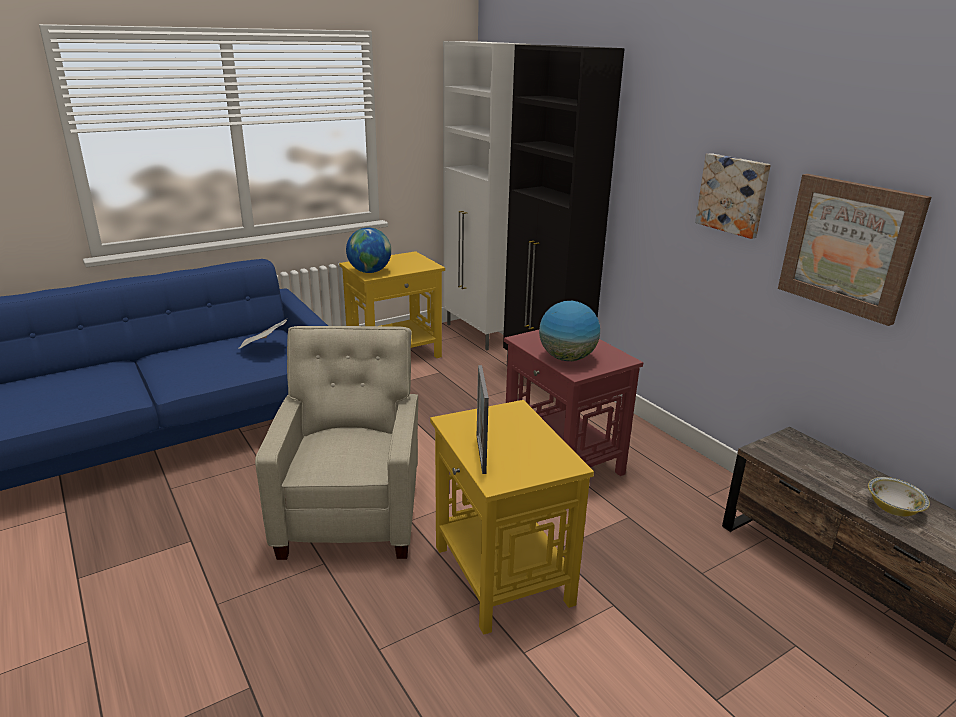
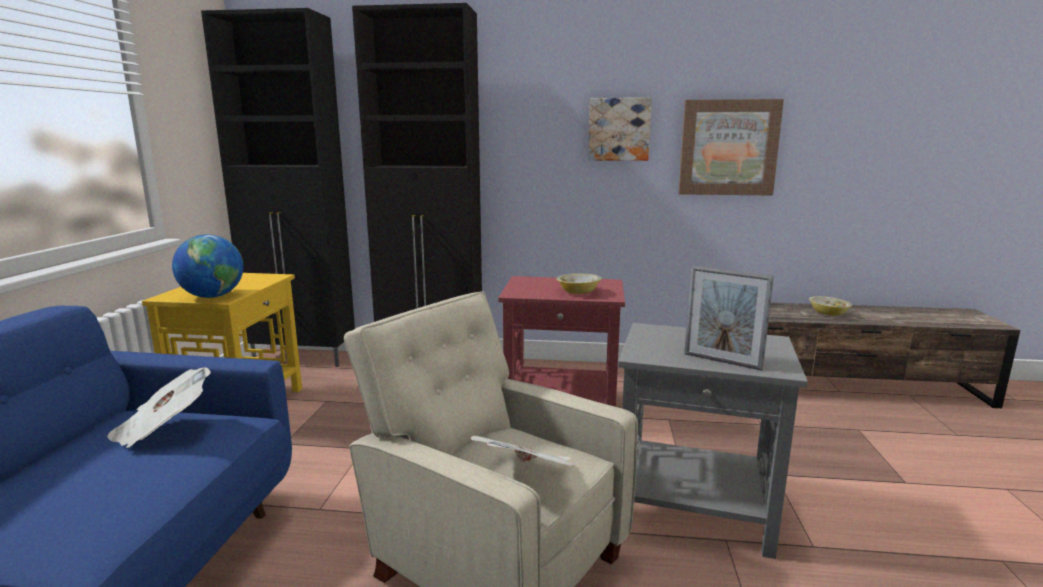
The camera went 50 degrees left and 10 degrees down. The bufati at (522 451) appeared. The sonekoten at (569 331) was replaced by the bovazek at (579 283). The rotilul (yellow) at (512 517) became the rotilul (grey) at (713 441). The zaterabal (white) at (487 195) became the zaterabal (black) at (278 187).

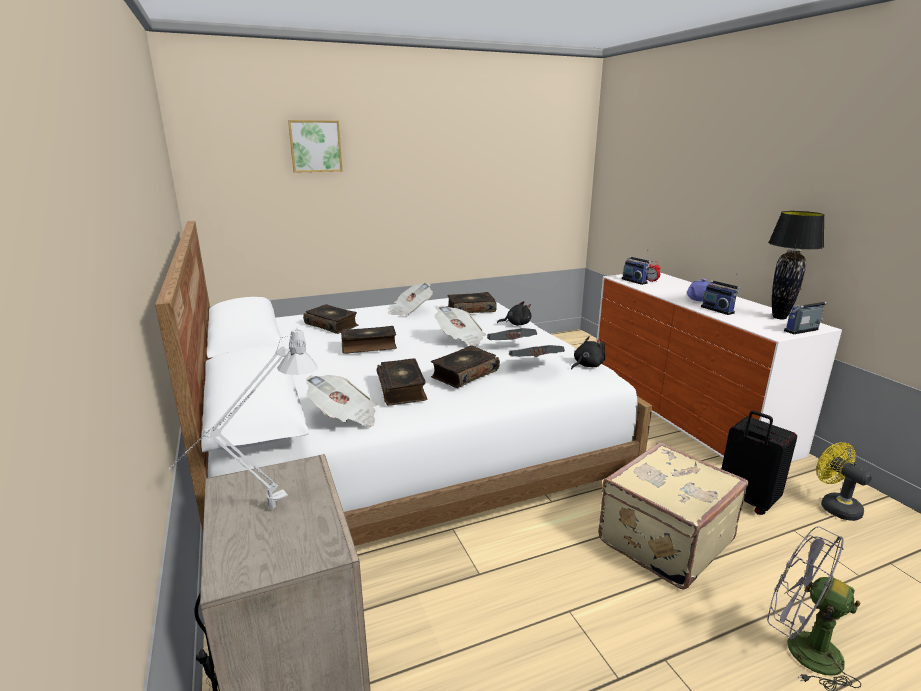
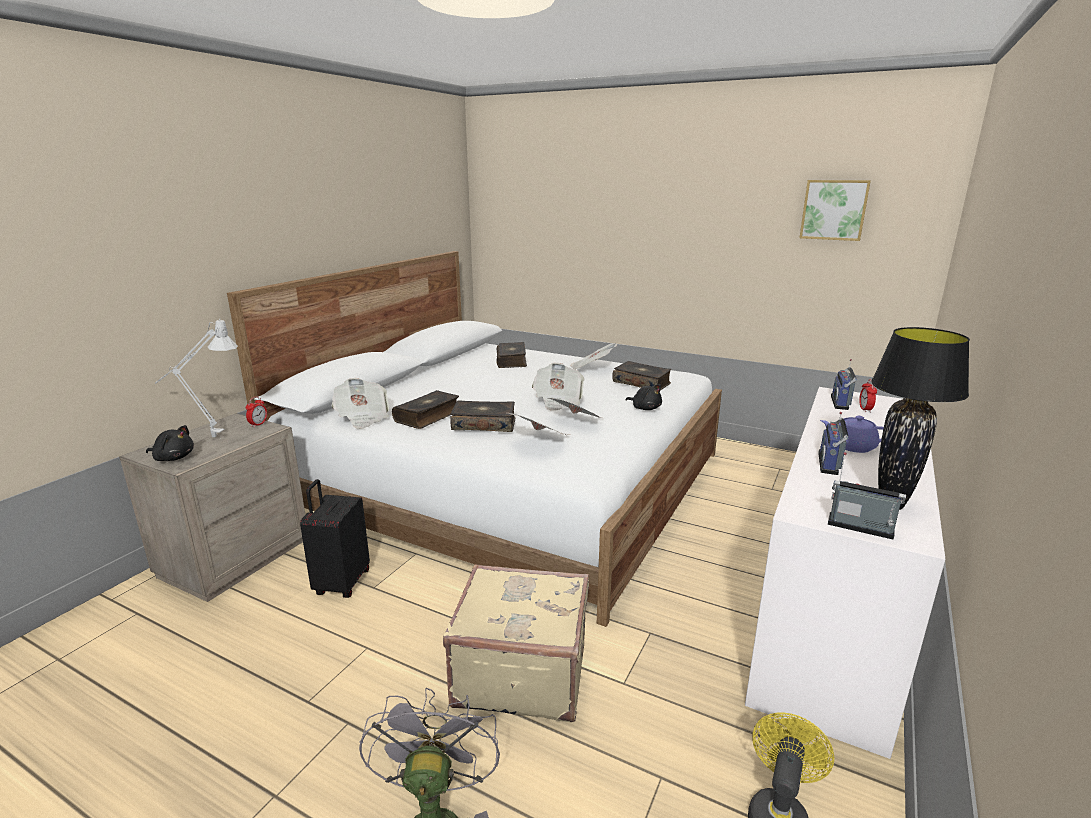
The camera went 50 degrees right and 0 degrees up. The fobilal at (369 340) disappeared. The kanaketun at (256 412) appeared. The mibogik moved from (315 146) to (835 210). The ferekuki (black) moved from (588 353) to (170 443). The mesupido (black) moved from (759 462) to (335 538).

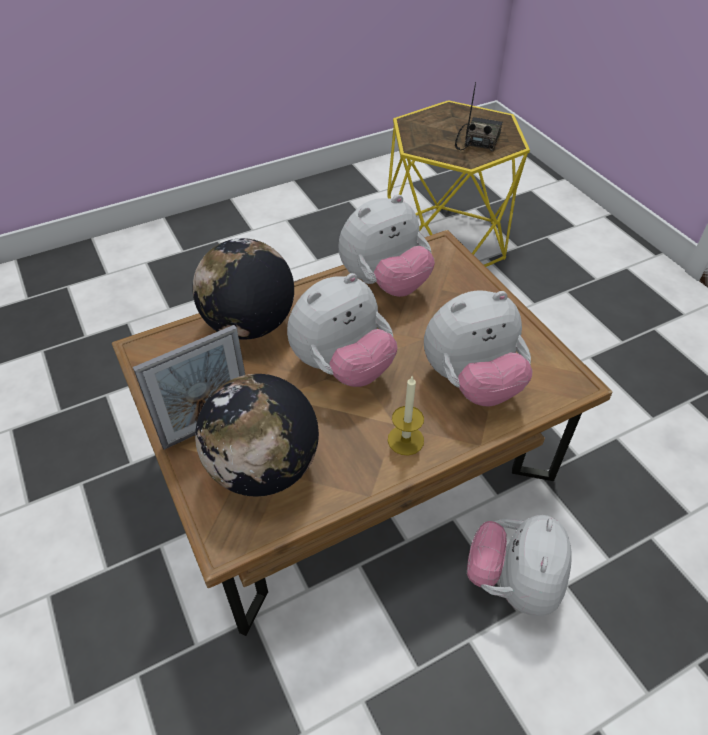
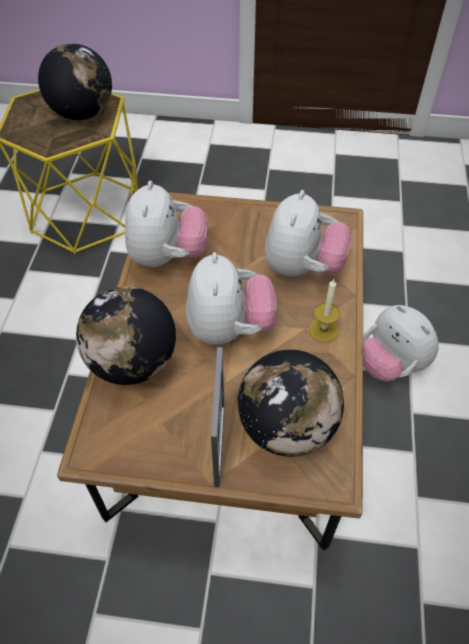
The camera went 55 degrees left and 5 degrees up. The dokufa at (478 116) was replaced by the sonekoten at (75 81).

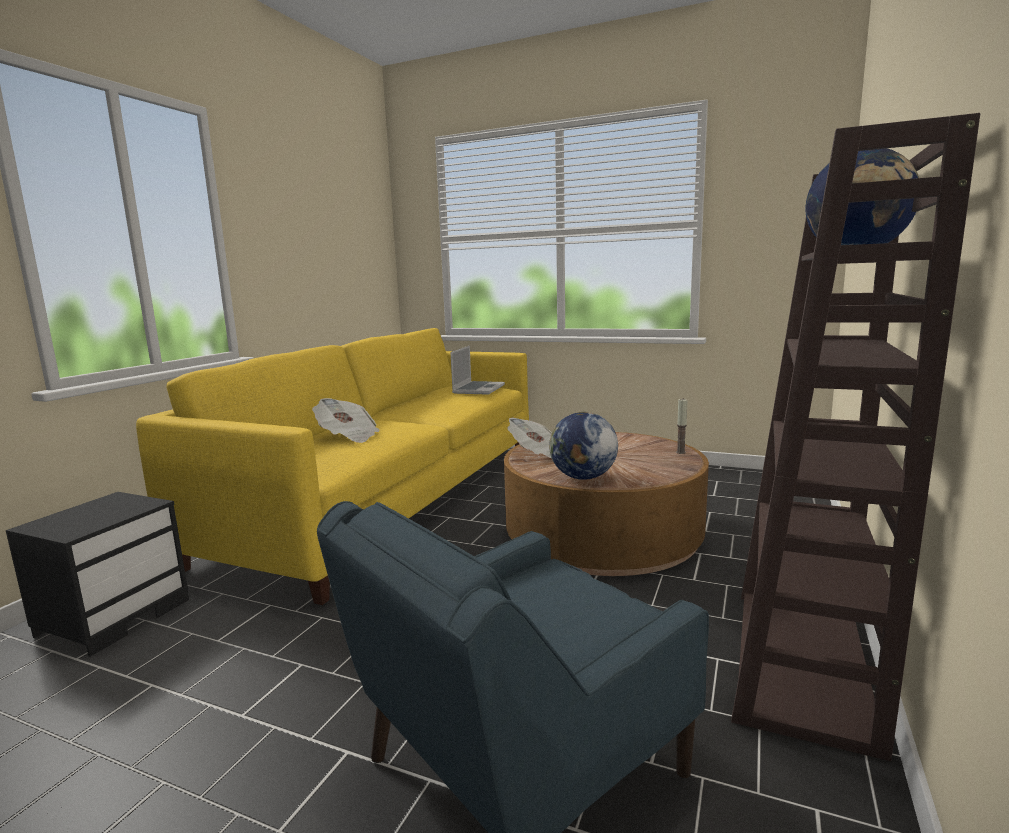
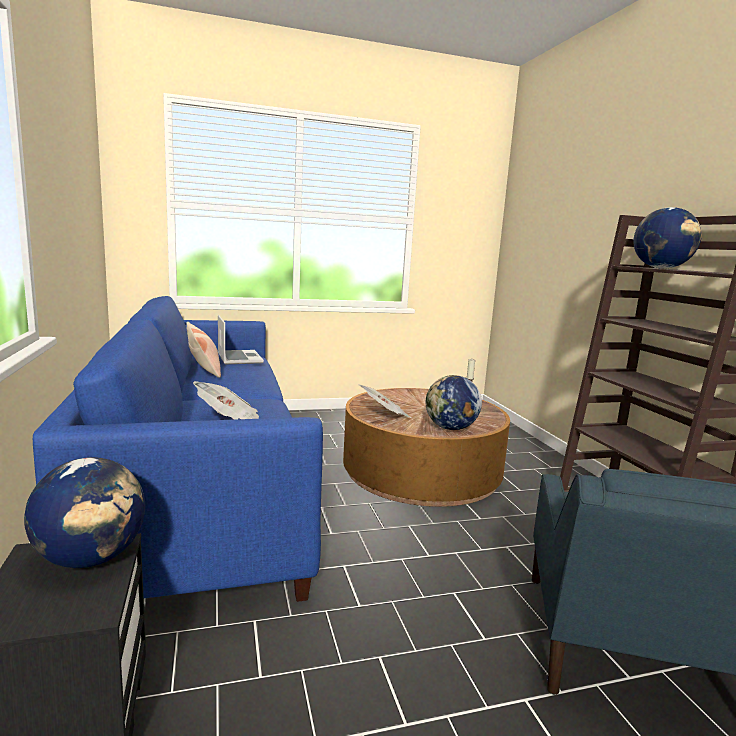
The camera went 40 degrees left and 0 degrees up. The sonekoten at (84 512) appeared. The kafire at (203 350) appeared. The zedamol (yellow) at (332 466) became the zedamol (blue) at (178 449).

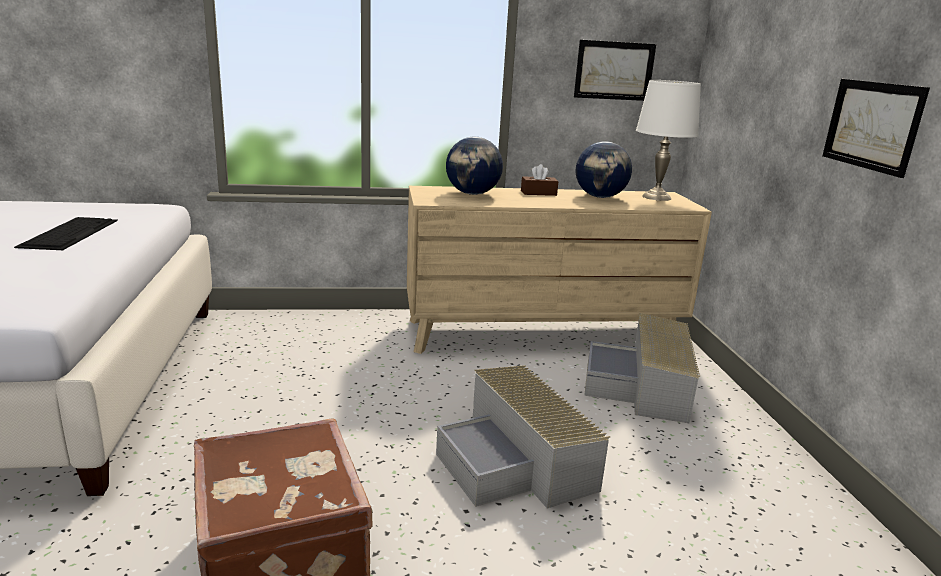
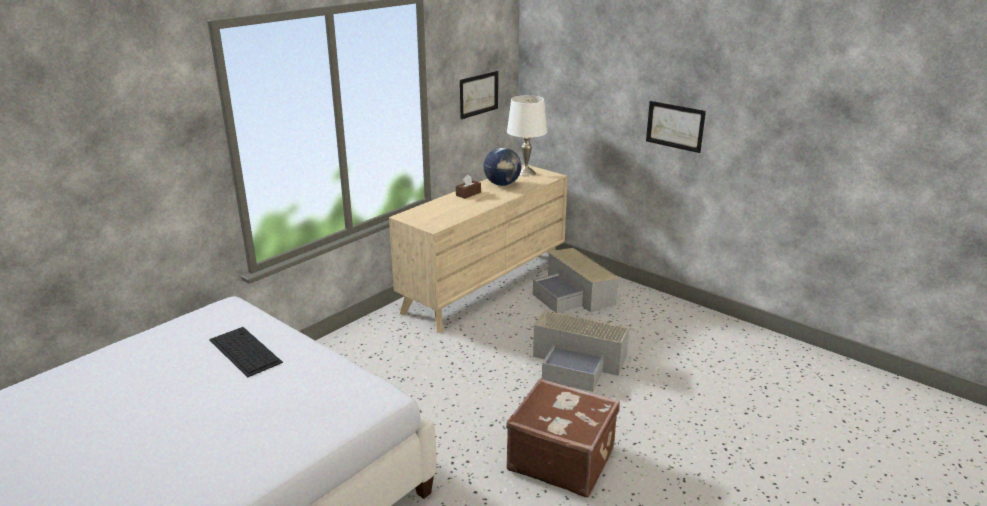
The camera went 40 degrees left and 5 degrees up. The sonekoten at (474 166) disappeared.

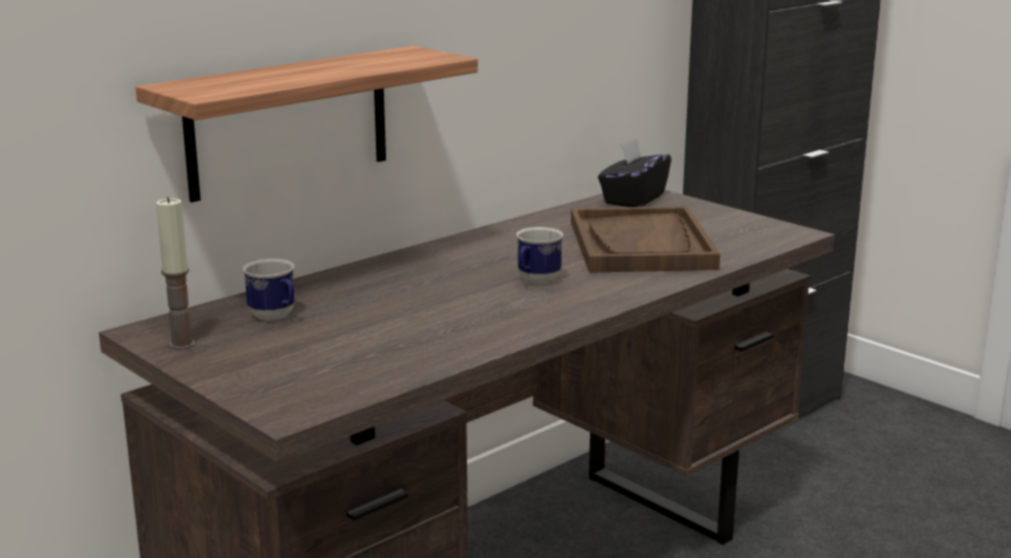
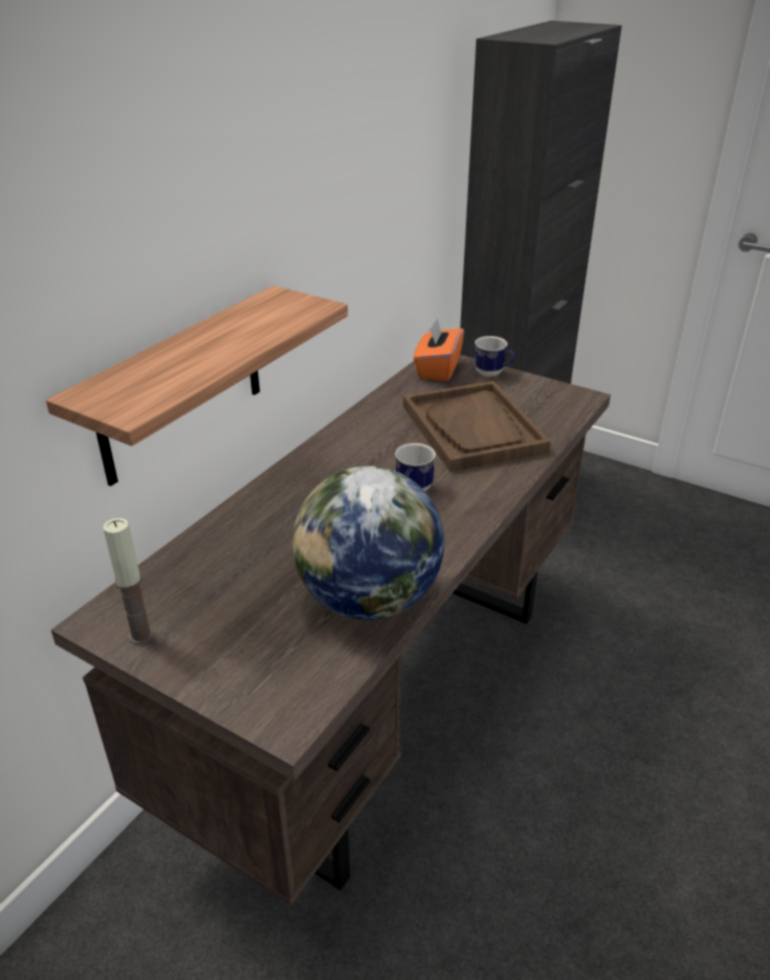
The camera went 15 degrees left and 15 degrees up. The sonekoten at (368 543) appeared. The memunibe moved from (269 290) to (494 356). The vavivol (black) at (634 172) became the vavivol (orange) at (438 349).

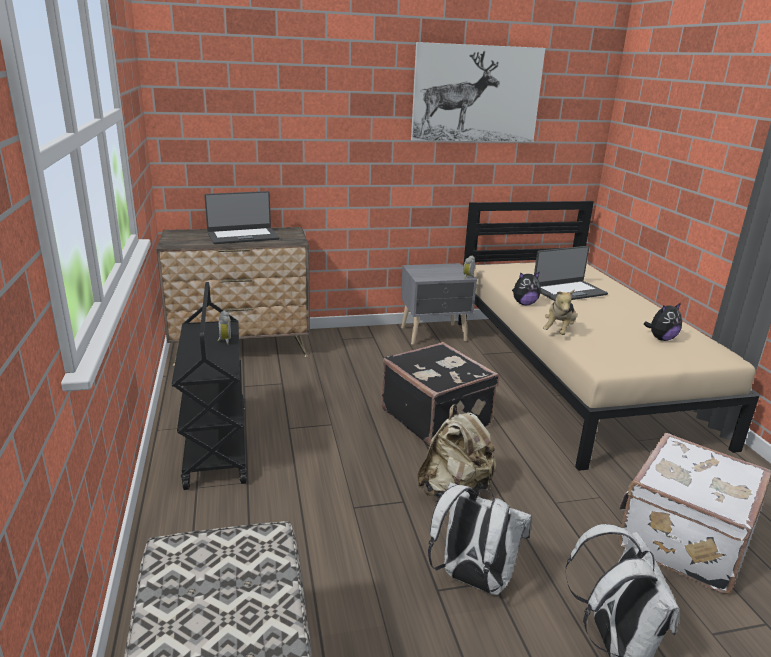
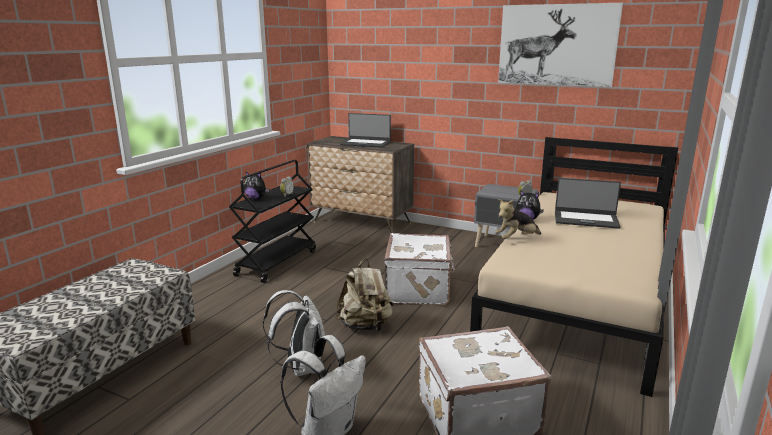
The camera went 40 degrees right and 5 degrees down. The ferekuki moved from (663 322) to (256 185). The mesupido (black) at (440 394) became the mesupido (white) at (419 269).

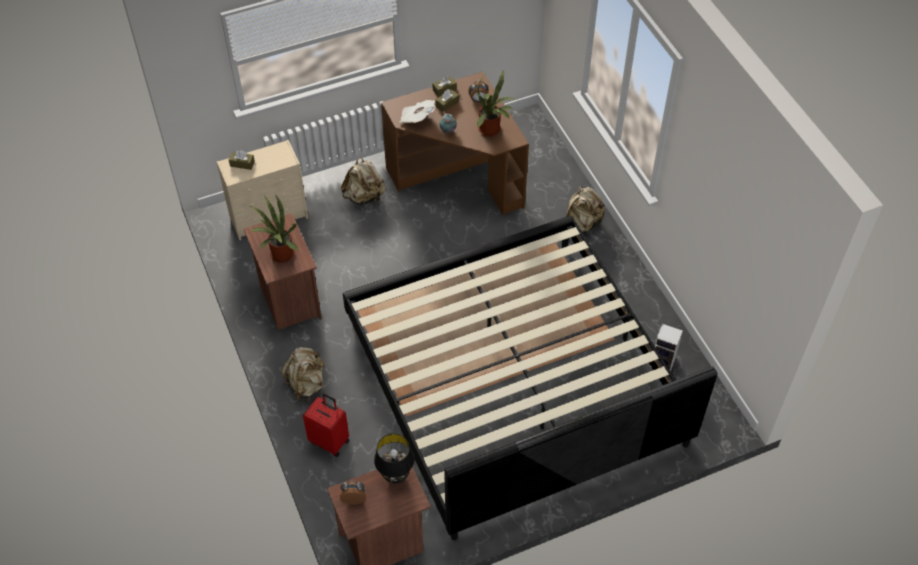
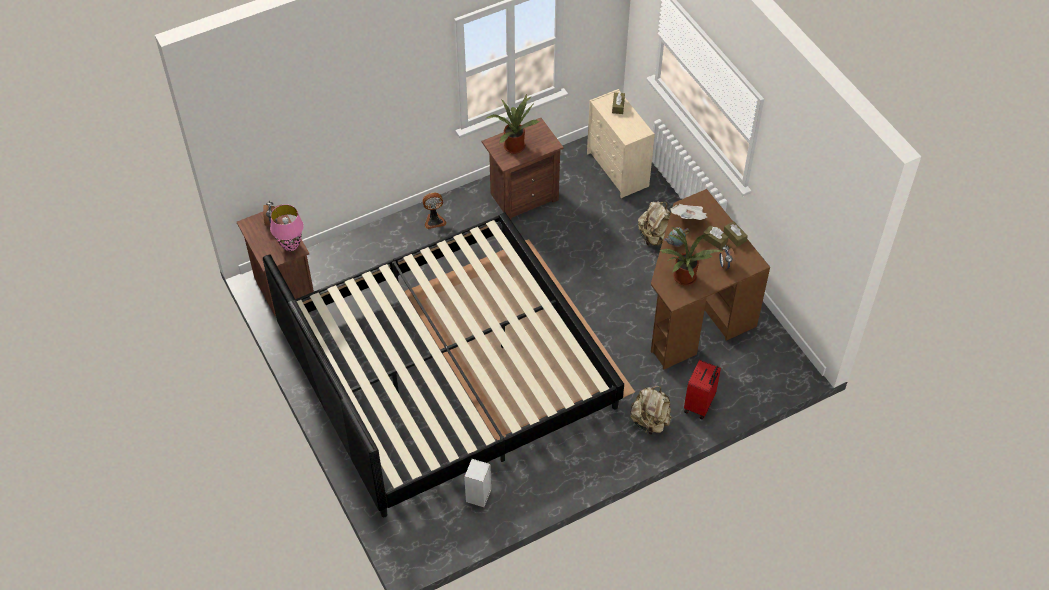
The camera went 85 degrees right and 0 degrees up. The mesupido (red) moved from (326 425) to (702 389). The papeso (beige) at (303 374) was replaced by the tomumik at (435 211). The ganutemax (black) at (394 459) became the ganutemax (pink) at (287 227).

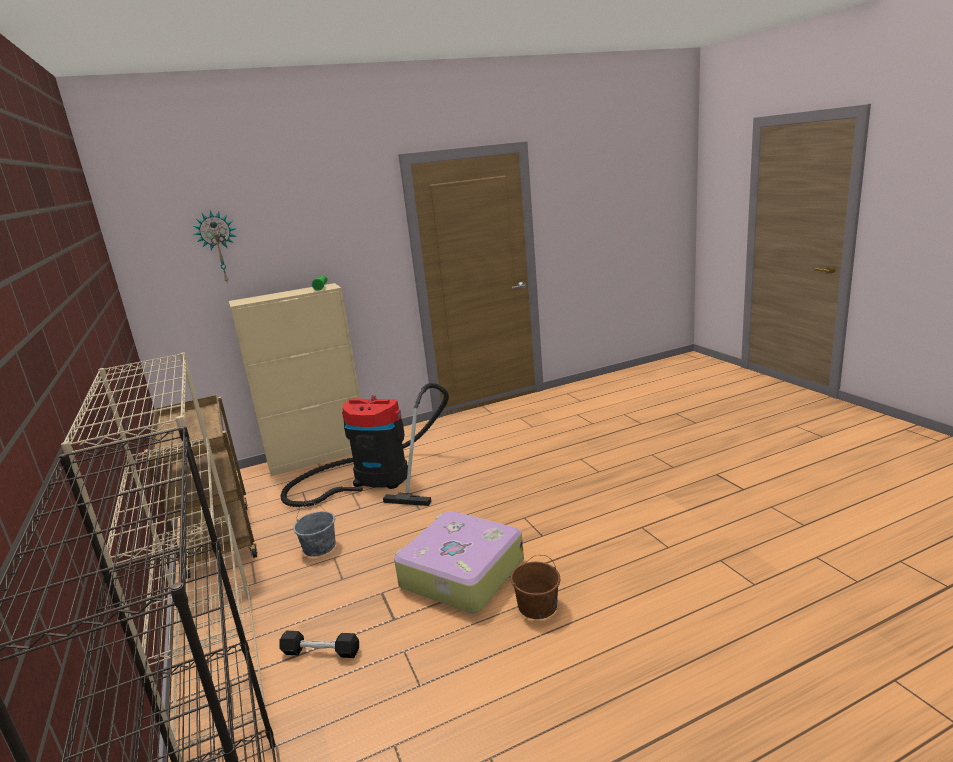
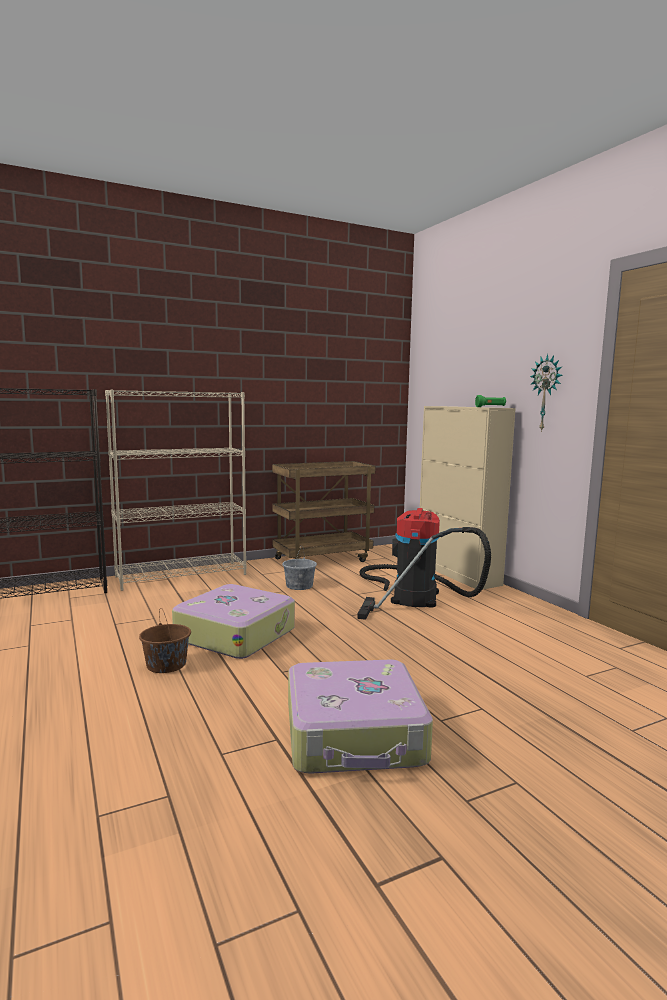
The camera went 85 degrees right and 10 degrees down. The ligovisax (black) at (319 644) disappeared. The mesupido at (360 716) appeared. The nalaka moved from (215 247) to (546 393).

